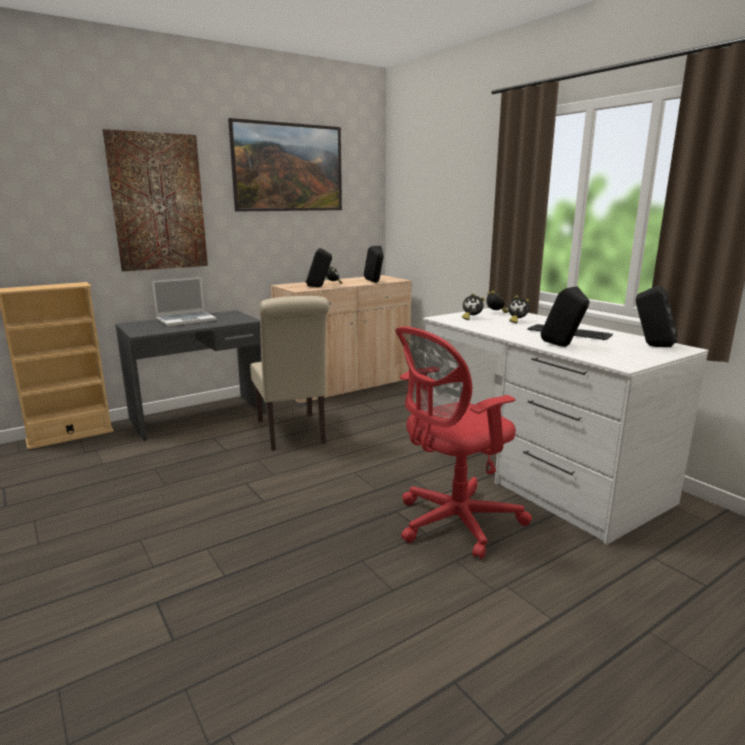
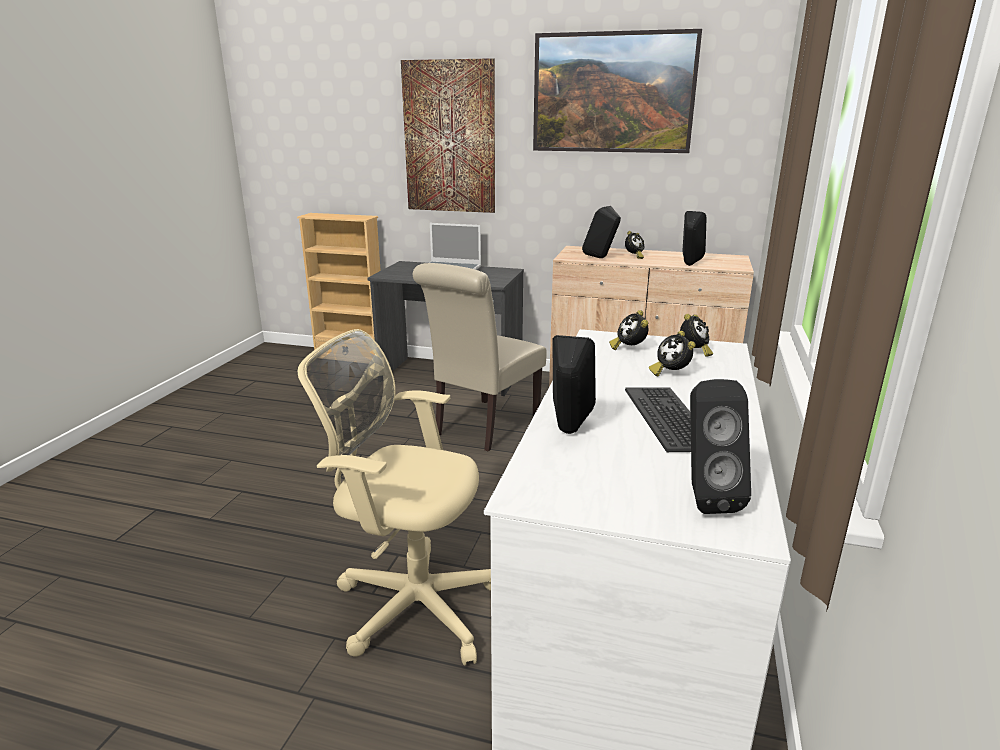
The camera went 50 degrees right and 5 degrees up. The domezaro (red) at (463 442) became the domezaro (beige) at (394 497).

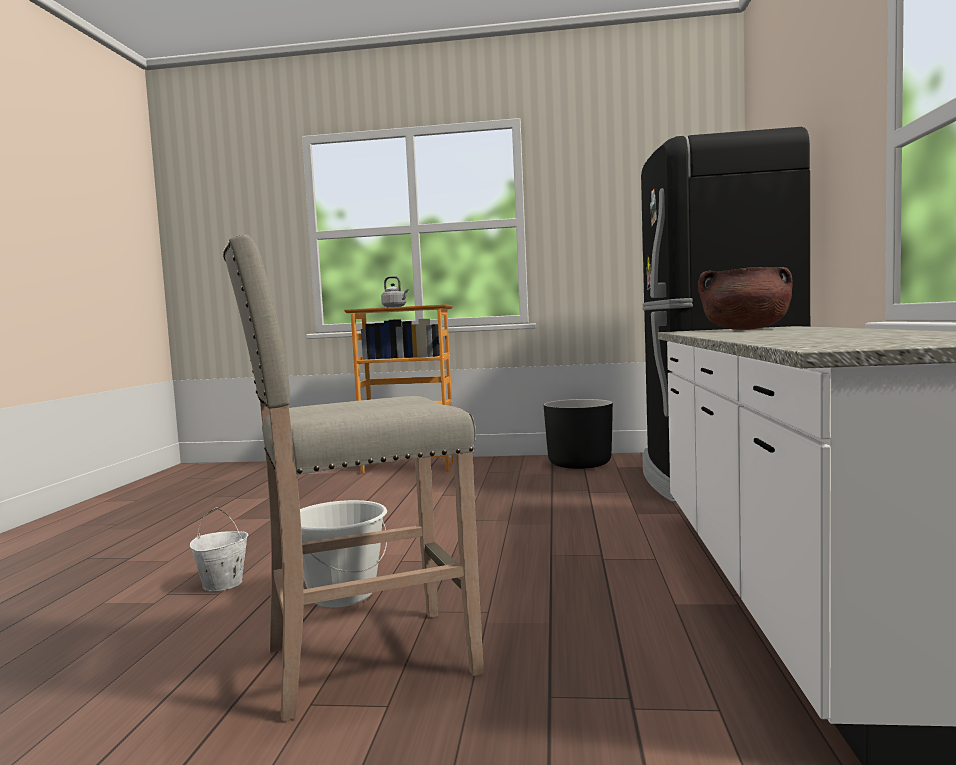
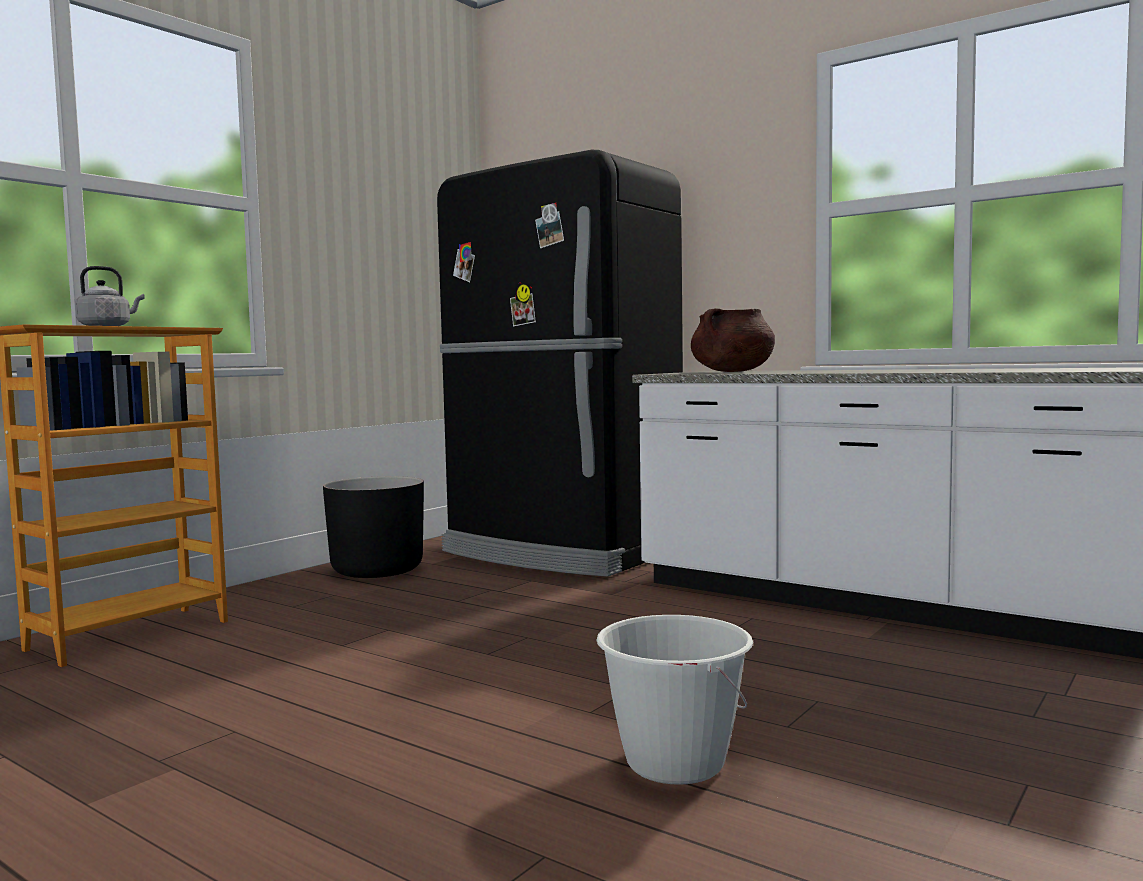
The camera went 60 degrees left and 0 degrees up. The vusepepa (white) at (219 549) disappeared. The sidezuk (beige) at (353 478) disappeared.

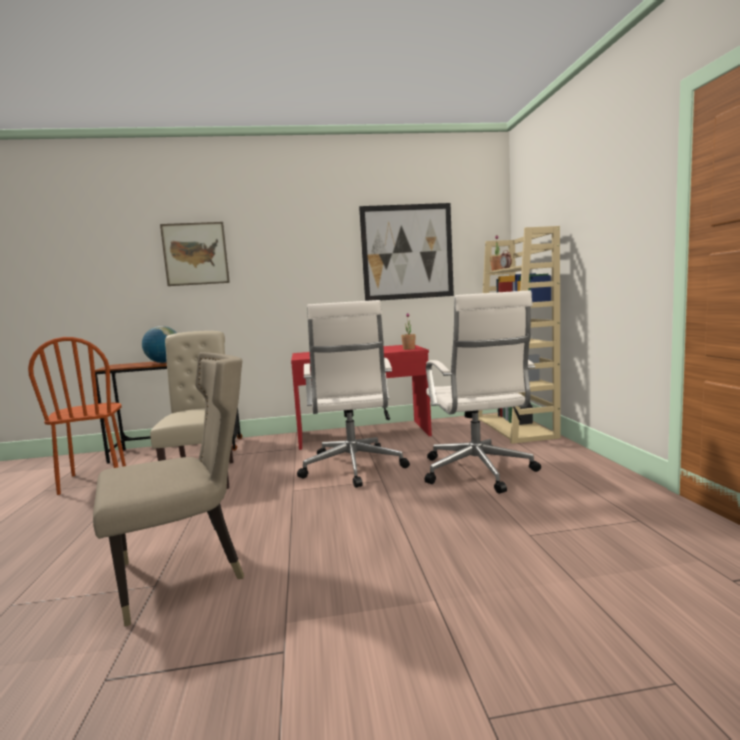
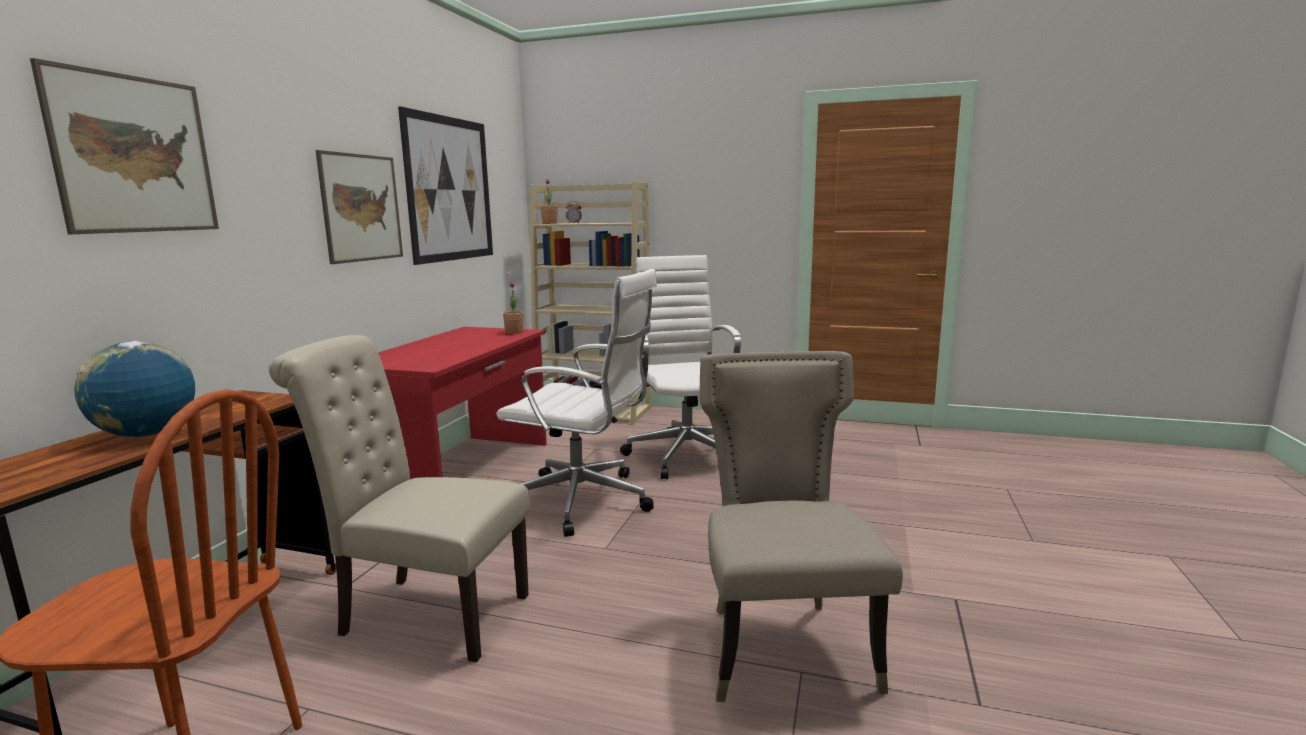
The camera went 65 degrees left and 5 degrees up. The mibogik at (359 207) appeared. The domezaro (white) at (483 392) turned 120 degrees counterclockwise.

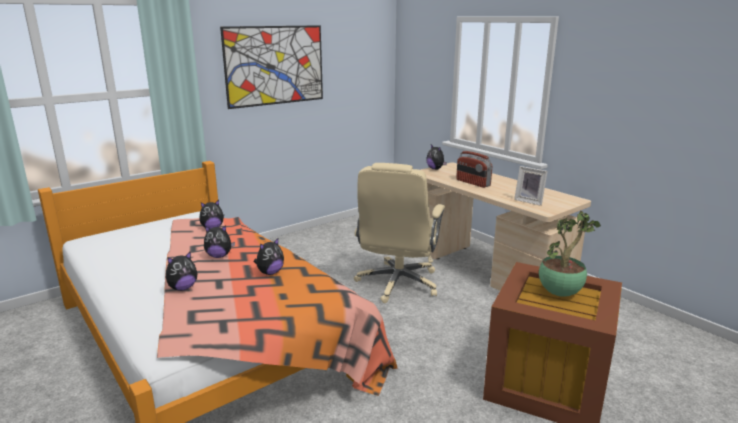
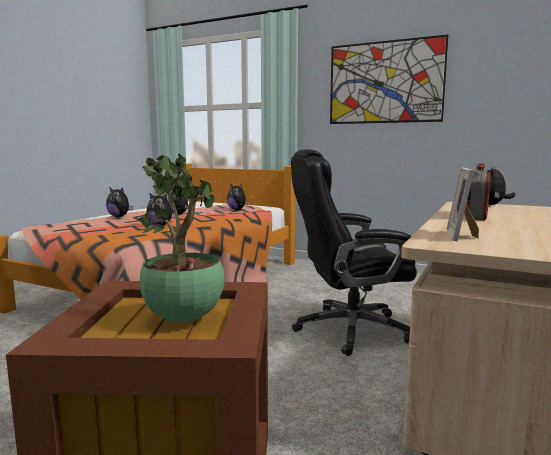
The camera went 65 degrees right and 10 degrees down. The domezaro (beige) at (399 233) became the domezaro (black) at (354 252).

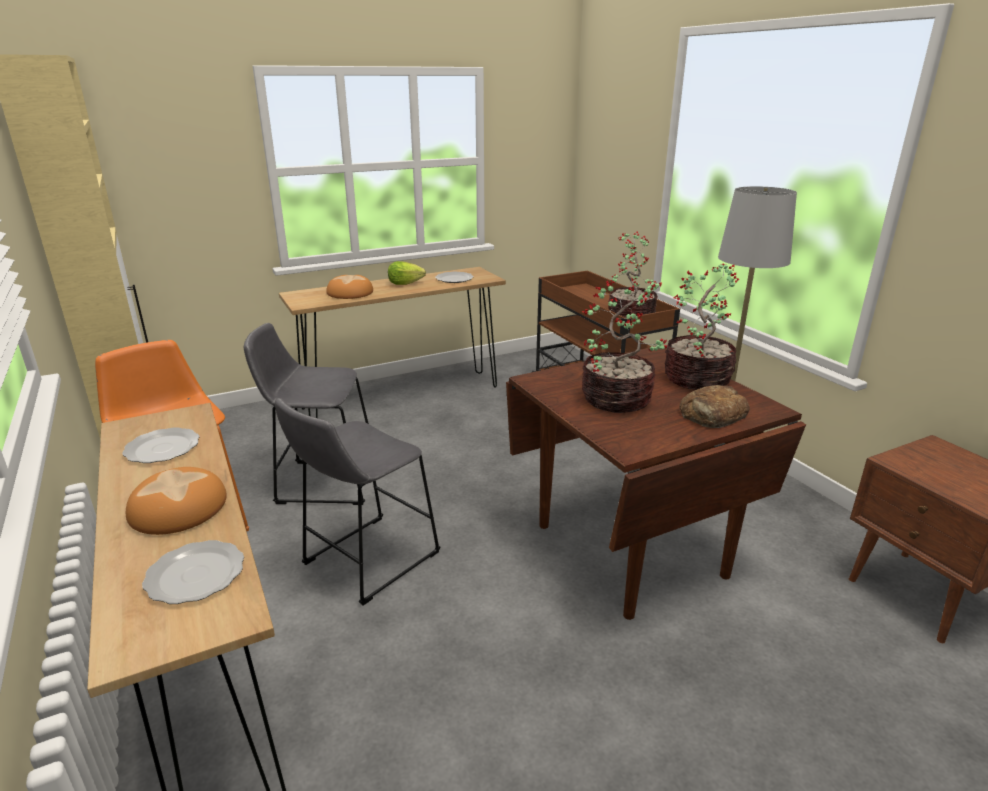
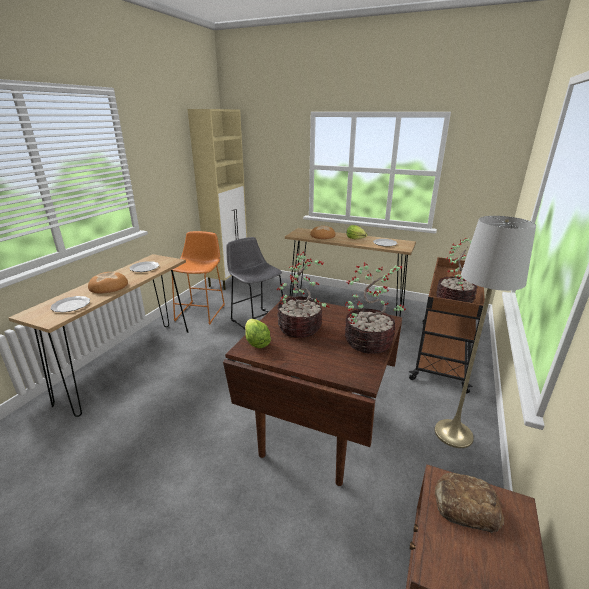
The camera went 50 degrees right and 0 degrees up. The sidezuk (grey) at (357 502) disappeared. The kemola at (258 333) appeared. The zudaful moved from (714 406) to (469 503).

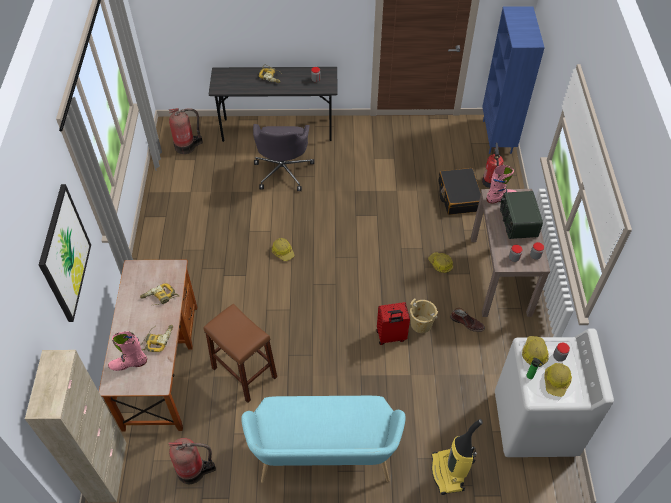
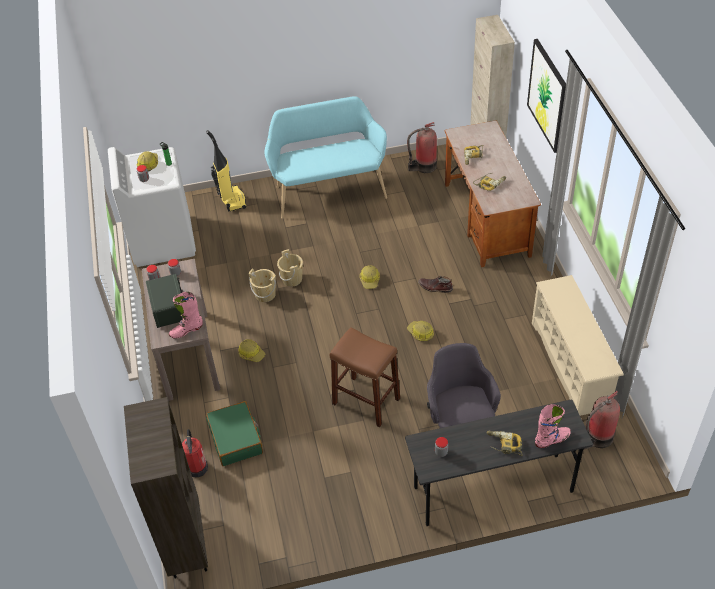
The camera went 170 degrees right and 5 degrees down. The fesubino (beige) at (578 345) appeared. The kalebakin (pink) moved from (127 351) to (553 426). The sidezuk (brown) moved from (240 353) to (365 377). The kalebakin (brown) moved from (467 320) to (435 284). The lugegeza moved from (535 351) to (370 277). The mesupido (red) at (393 323) was replaced by the vusepepa (beige) at (290 268). The mesupido (black) at (459 191) became the mesupido (green) at (234 433). The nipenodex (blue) at (513 80) became the nipenodex (brown) at (166 488).

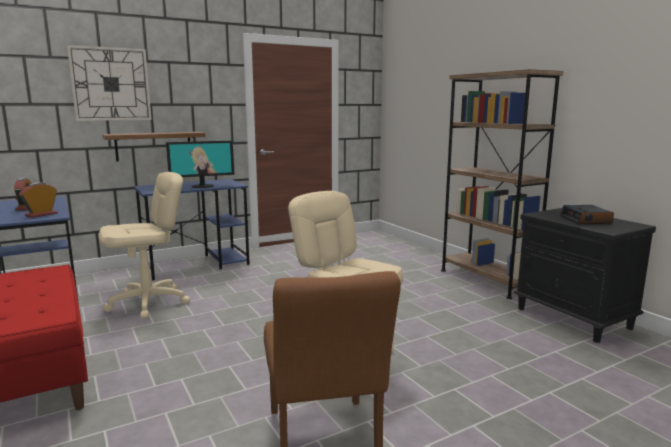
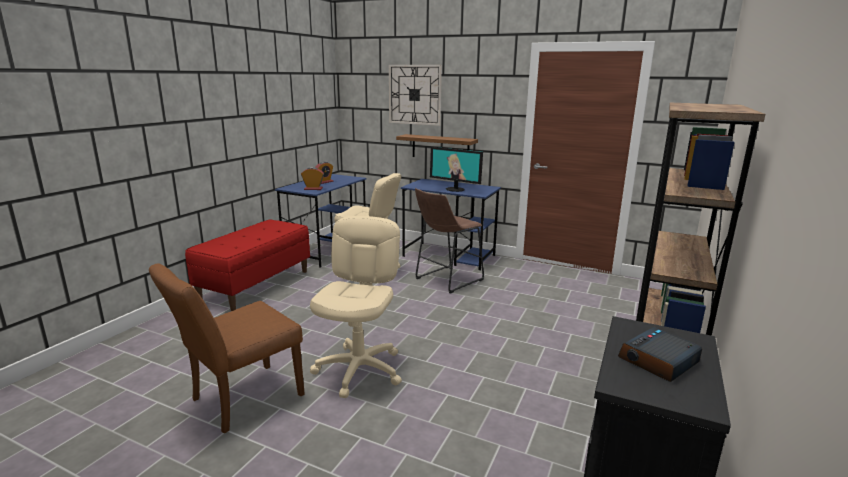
The camera went 55 degrees right and 5 degrees up. The sidezuk (brown) at (449 241) appeared.

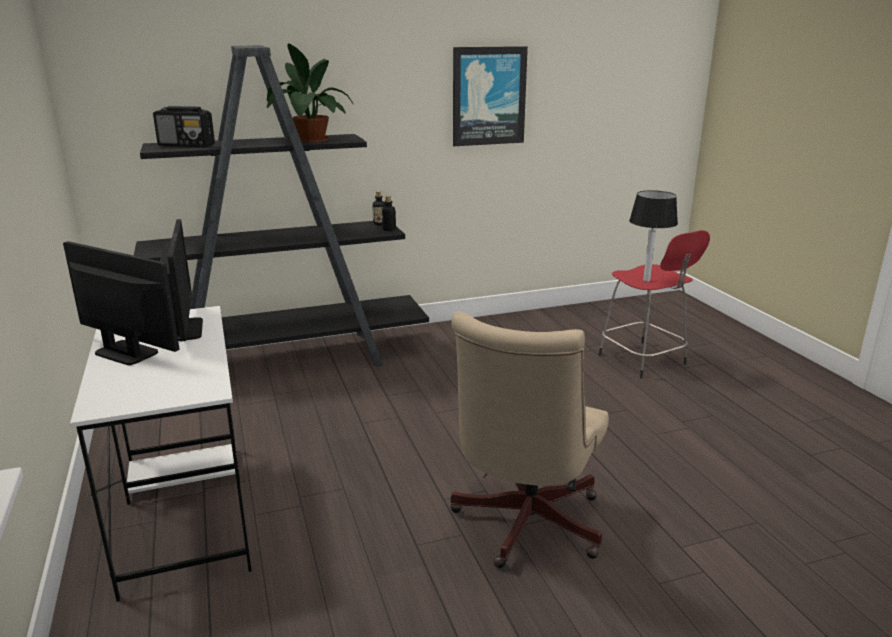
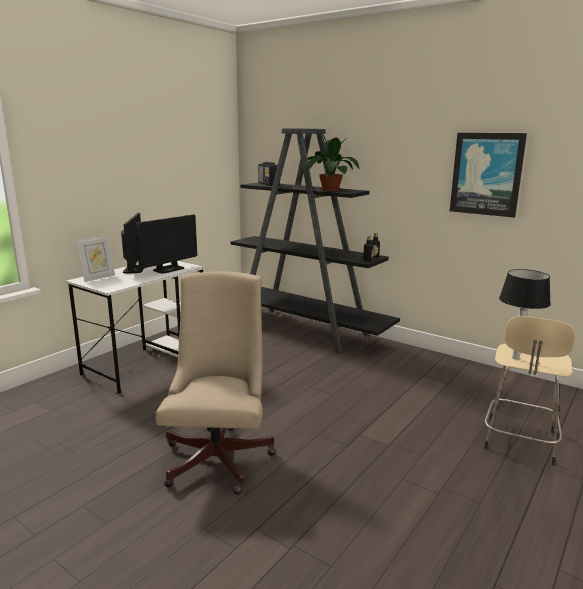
The camera went 55 degrees right and 5 degrees down. The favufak at (95 258) appeared. The sidezuk (red) at (654 304) became the sidezuk (beige) at (529 390). The domezaro (beige) at (529 440) turned 105 degrees clockwise.

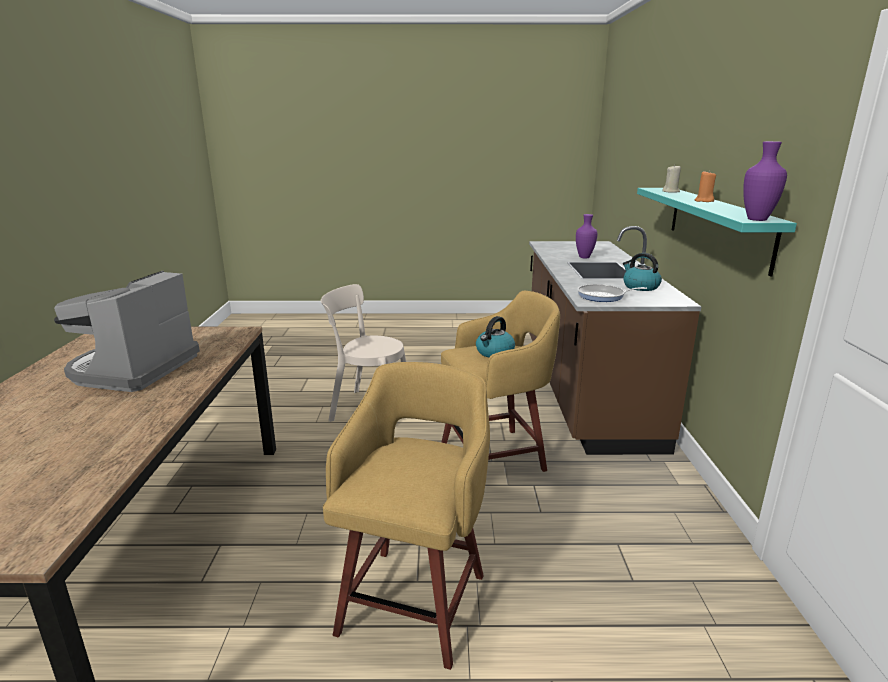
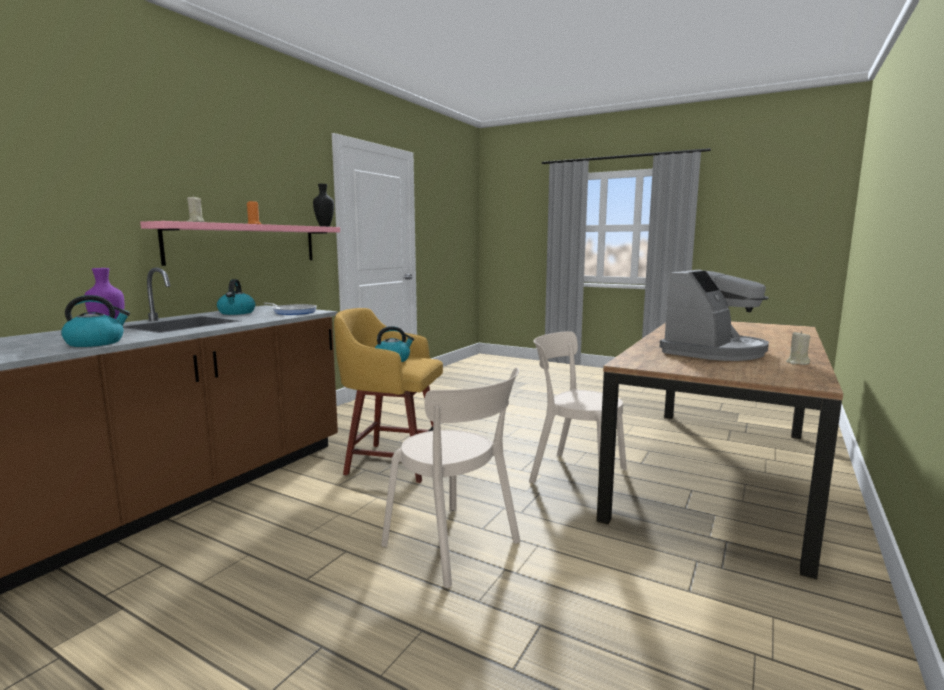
The camera went 150 degrees left and 10 degrees down. The sidezuk (yellow) at (406 516) disappeared. The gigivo at (95 321) appeared. The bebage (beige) at (578 407) appeared. The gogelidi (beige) at (798 348) appeared. The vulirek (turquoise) at (717 232) became the vulirek (pink) at (240 243). The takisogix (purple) at (765 181) became the takisogix (black) at (323 205).

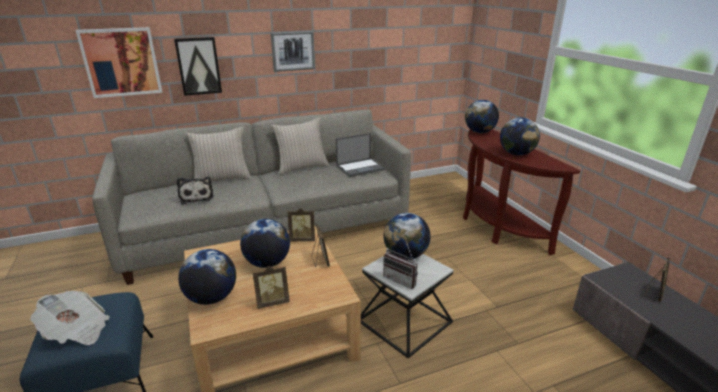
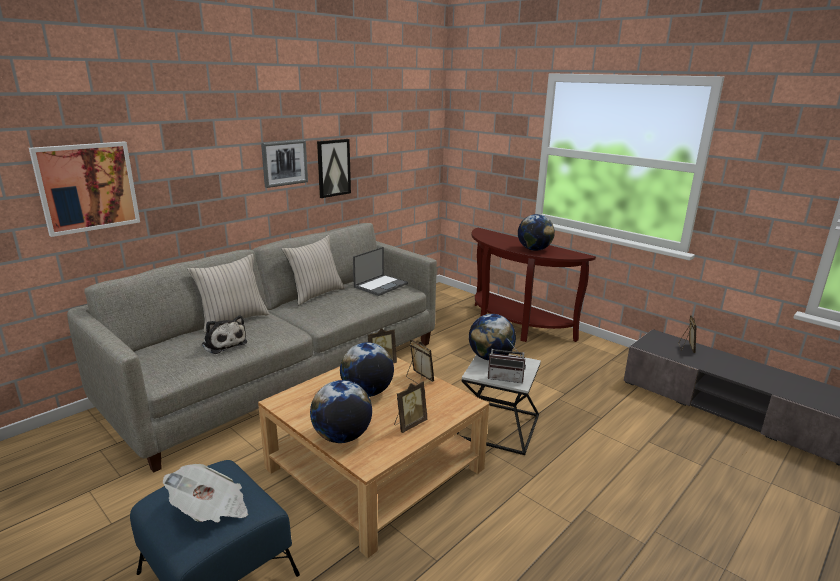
The camera went 25 degrees left and 5 degrees down. The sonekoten at (482 116) disappeared. The mibogik moved from (198 66) to (334 168).

